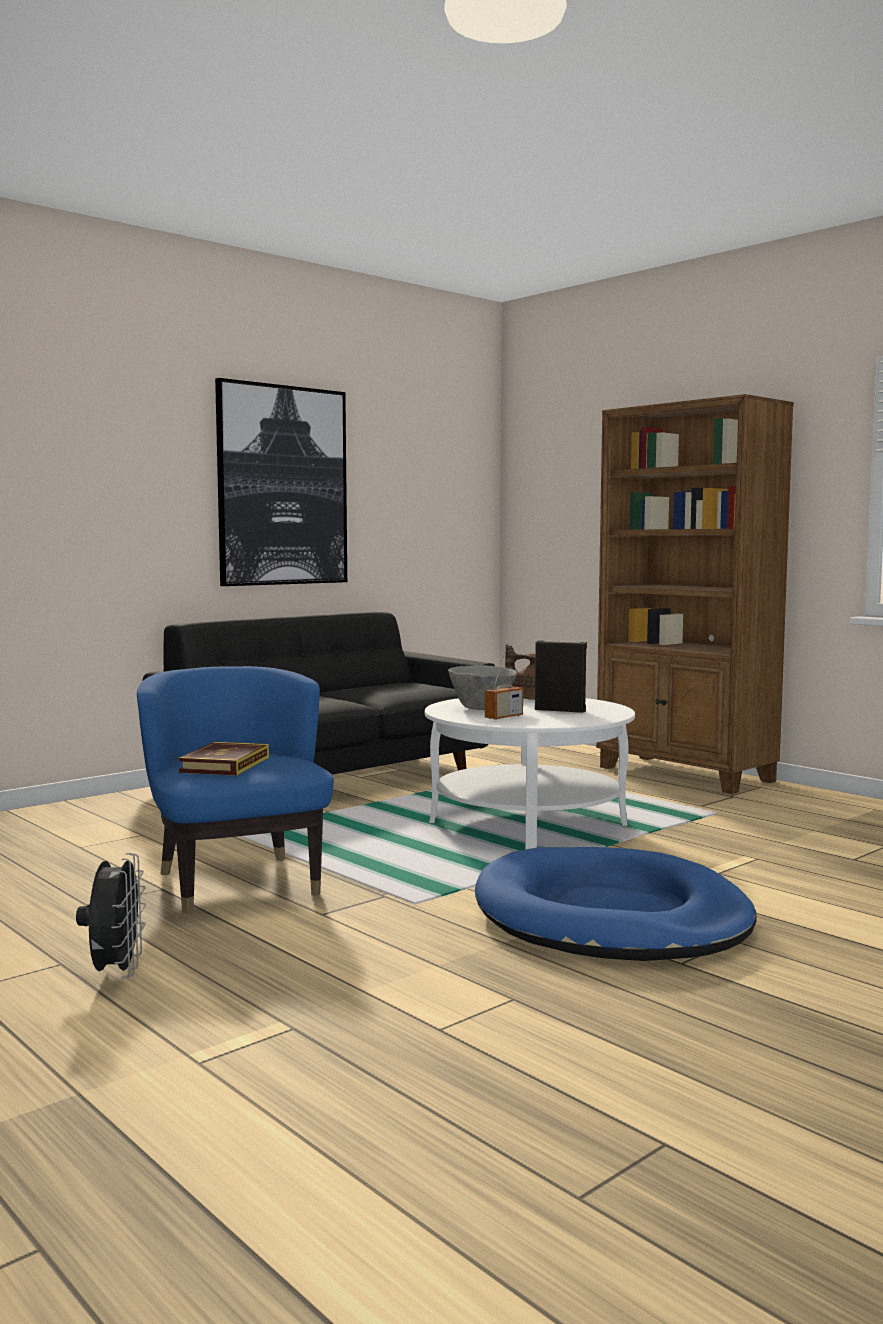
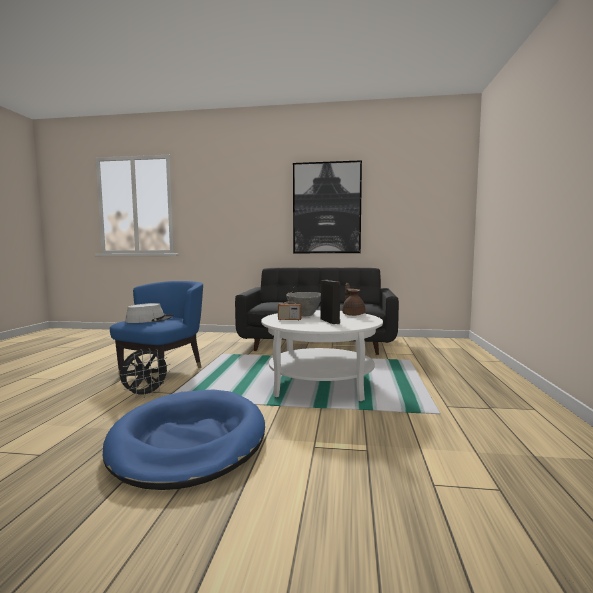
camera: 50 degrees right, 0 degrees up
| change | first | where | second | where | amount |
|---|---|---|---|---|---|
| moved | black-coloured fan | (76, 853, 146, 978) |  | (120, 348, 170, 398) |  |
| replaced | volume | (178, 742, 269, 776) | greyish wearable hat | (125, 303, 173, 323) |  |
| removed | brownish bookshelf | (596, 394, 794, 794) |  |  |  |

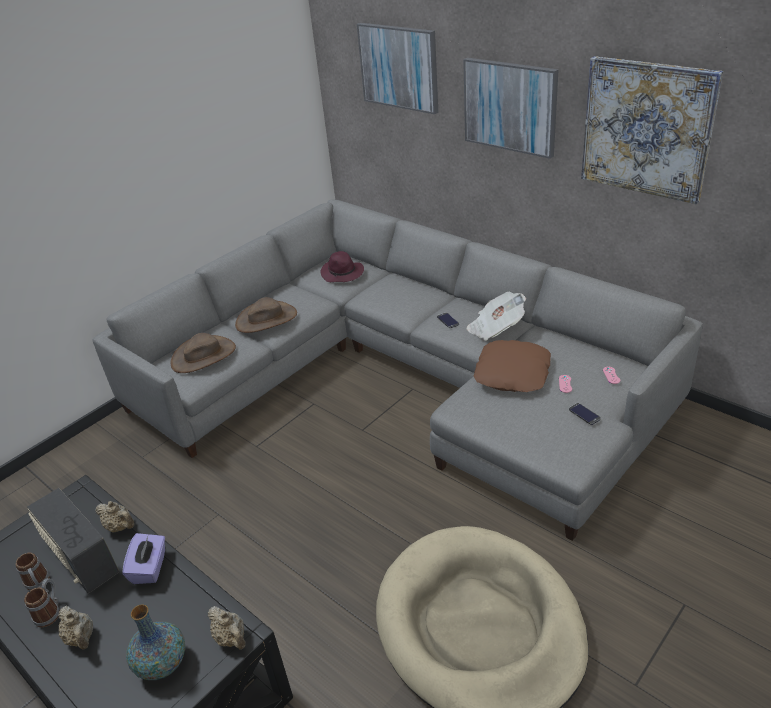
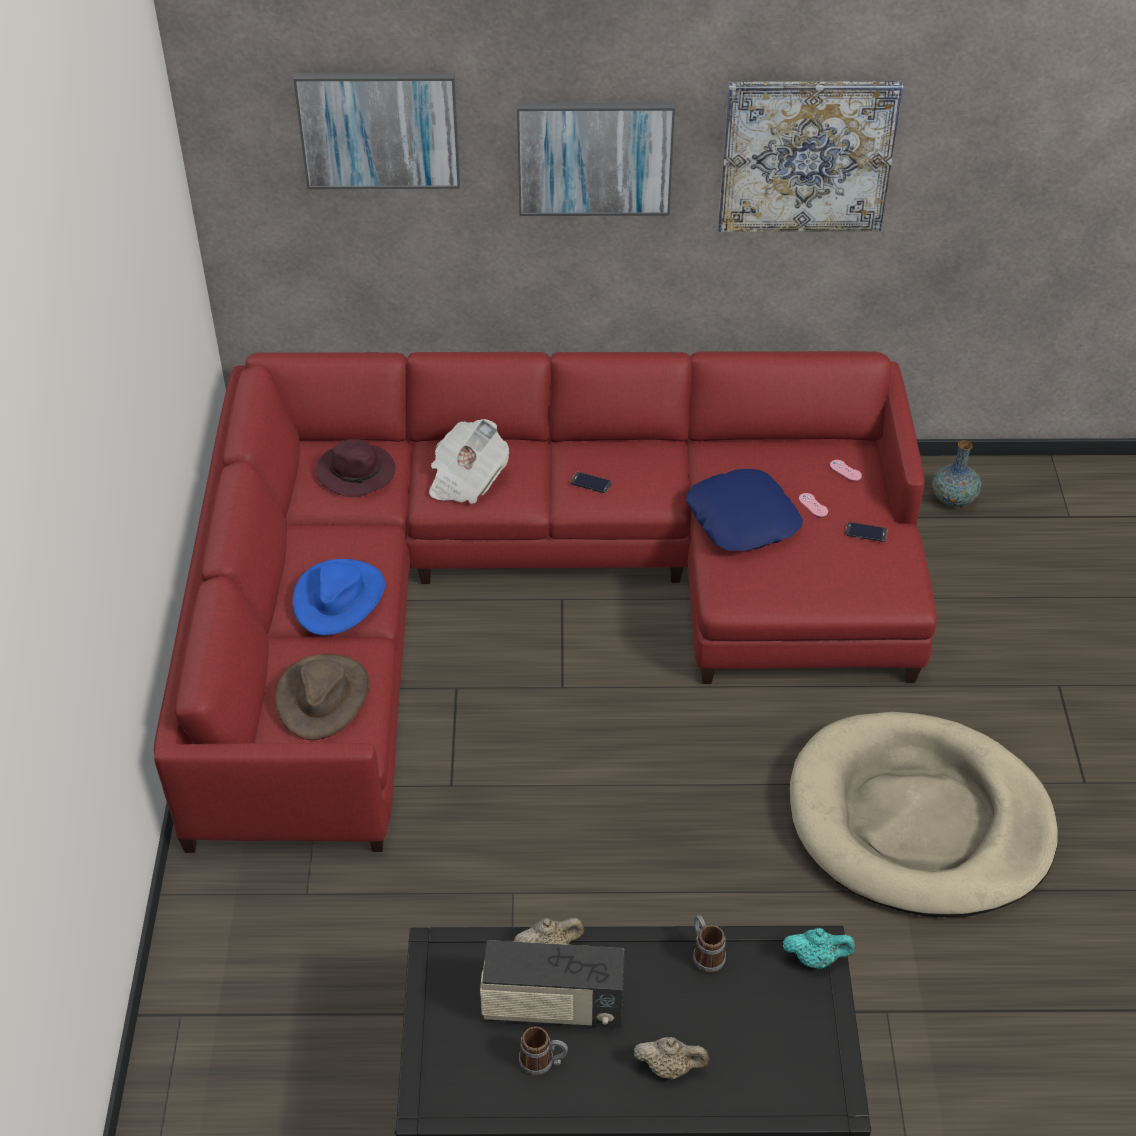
camera: 45 degrees left, 10 degrees up
| change | first | where | second | where | amount |
|---|---|---|---|---|---|
| recoloured | greyish couch | (92, 199, 703, 541) | red-coloured couch | (154, 351, 937, 853) |  |
| recoloured | brownish wearable hat | (235, 297, 297, 333) | blue-coloured wearable hat | (293, 559, 385, 635) |  |
| moved | daily paper | (467, 292, 526, 341) |  | (429, 419, 509, 504) |  |
| recoloured | brownish cushion | (474, 340, 551, 392) | blue-coloured cushion | (686, 469, 803, 551) |  |
| moved | mug | (24, 578, 60, 627) |  | (693, 915, 726, 973) |  |
| recoloured | sand-coloured tea pot | (208, 606, 246, 649) | turquoise tea pot | (783, 928, 856, 969) |  |
| moved | flower vase | (126, 605, 185, 680) |  | (932, 440, 981, 507) |  |
| removed | purplish tissue holder | (122, 533, 165, 584) |  |  |  |

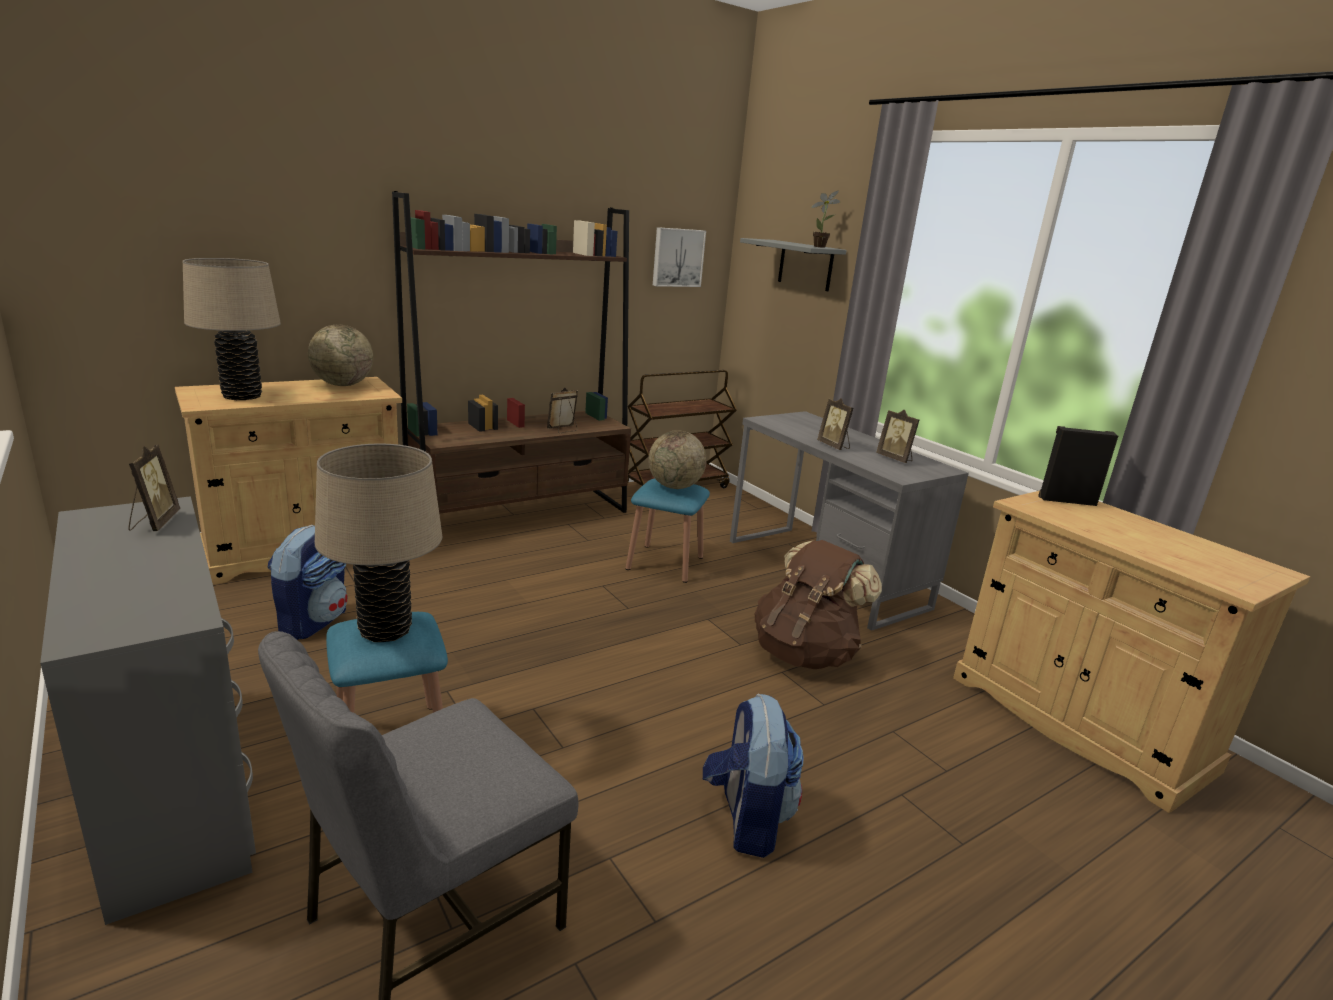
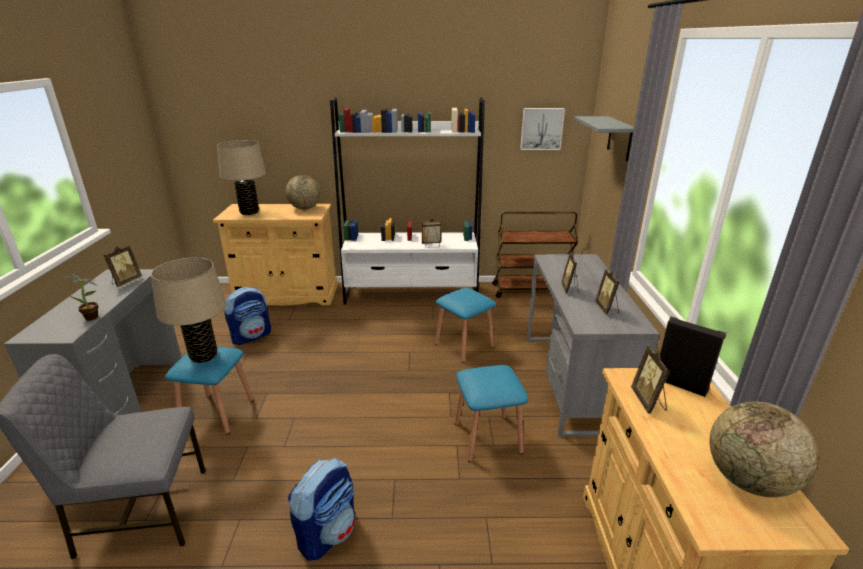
camera: 35 degrees right, 5 degrees up
| change | first | where | second | where | amount |
|---|---|---|---|---|---|
| moved | plant in a pot | (811, 191, 840, 248) |  | (63, 275, 99, 321) |  |
| recoloured | brownish bookshelf | (392, 191, 631, 514) | whitish bookshelf | (330, 97, 485, 304) |  |
| replaced | brownish backpack | (755, 540, 882, 669) | blue-coloured sitting stool | (455, 365, 528, 462) |  |
| added |  |  | photo frame | (631, 345, 670, 413) |  |
| moved | world globe | (648, 430, 707, 489) |  | (709, 401, 818, 497) |  |

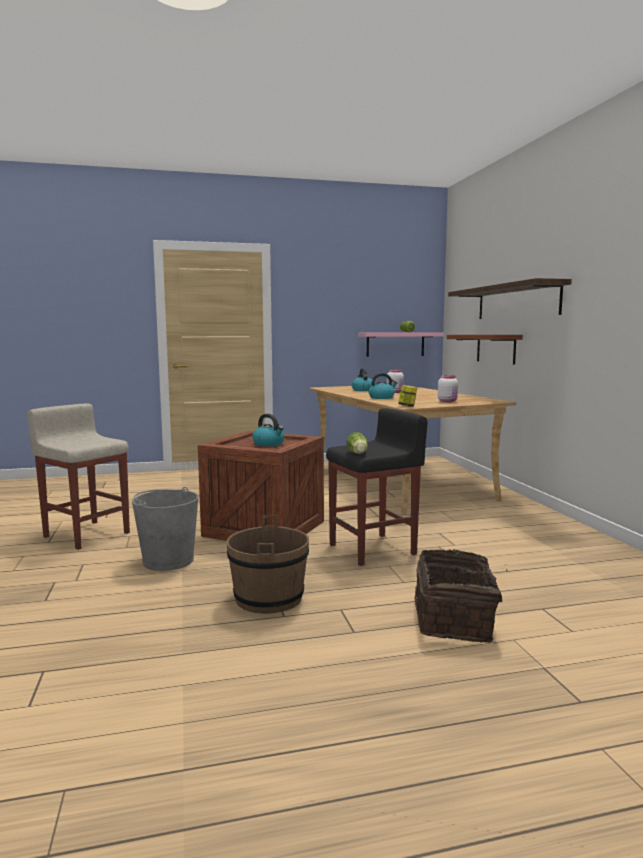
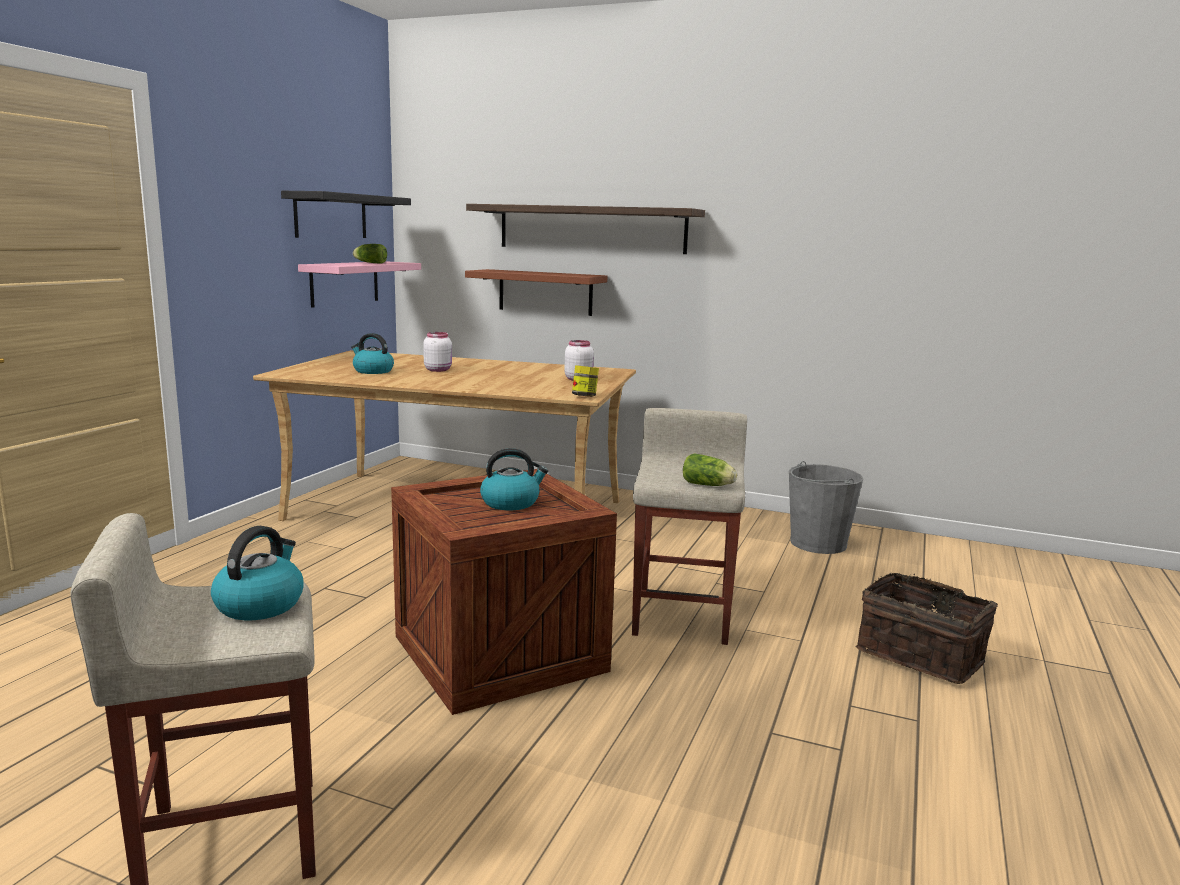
camera: 55 degrees left, 5 degrees up
| change | first | where | second | where | amount |
|---|---|---|---|---|---|
| moved | kettle | (369, 373, 397, 399) |  | (211, 526, 304, 620) |  |
| added |  |  | black-coloured shelf | (281, 191, 411, 238) |  |
| recoloured | black-coloured sitting stool | (326, 408, 427, 566) | sand-coloured sitting stool | (632, 408, 747, 645) |  |
| moved | greyish bucket | (132, 487, 198, 571) |  | (789, 461, 863, 554) |  |
| removed | brownish bucket | (226, 516, 309, 614) |  |  |  |

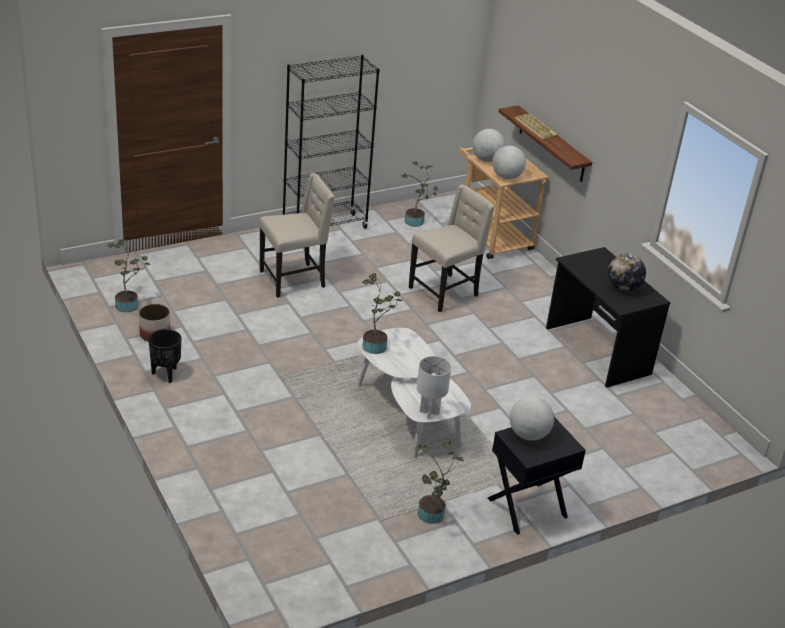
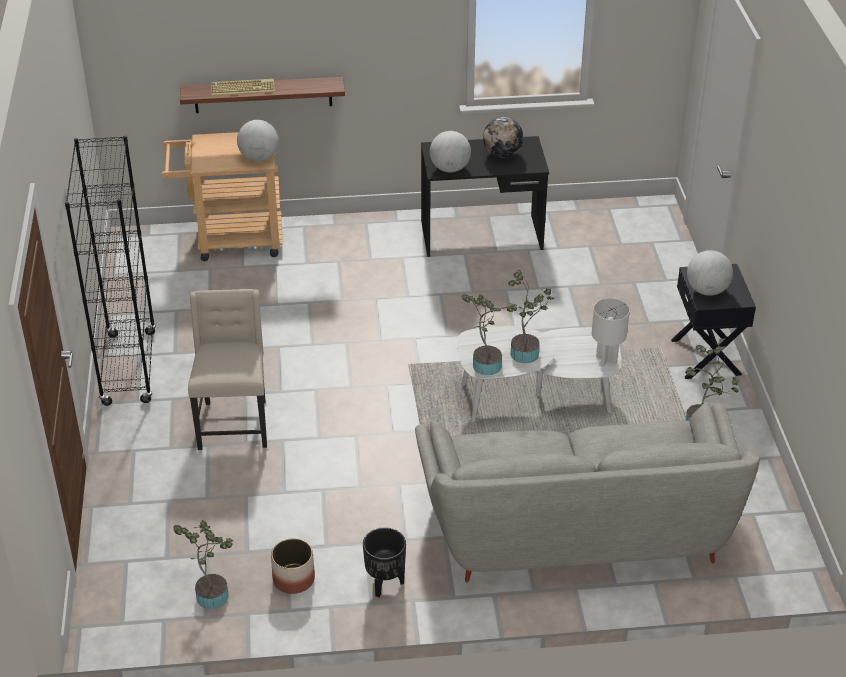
camera: 65 degrees left, 5 degrees up
| change | first | where | second | where | amount |
|---|---|---|---|---|---|
| added |  |  | greyish couch | (415, 402, 760, 582) |  |
| moved | world globe | (473, 129, 505, 162) |  | (430, 131, 471, 172) |  |
| moved | plant in a pot | (402, 162, 438, 227) |  | (508, 270, 555, 363) |  |
| removed | sand-coloured upright chair | (409, 185, 495, 312) |  |  |  |

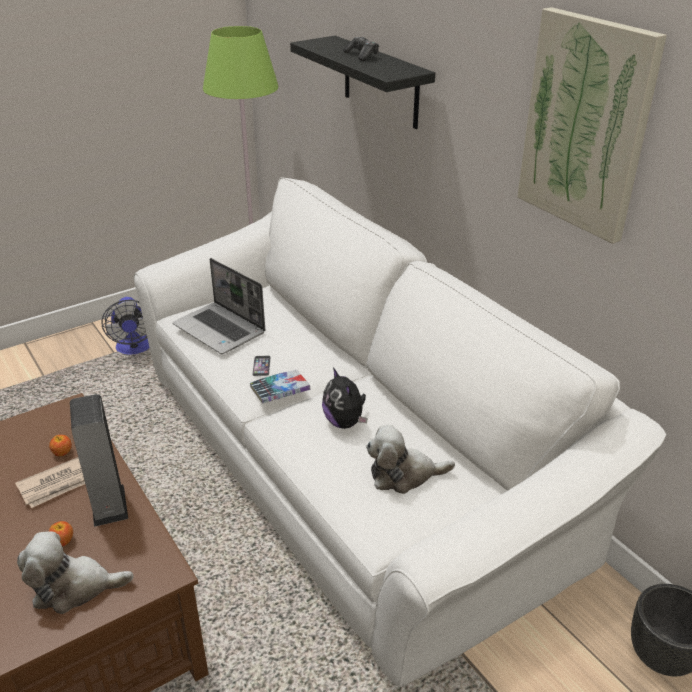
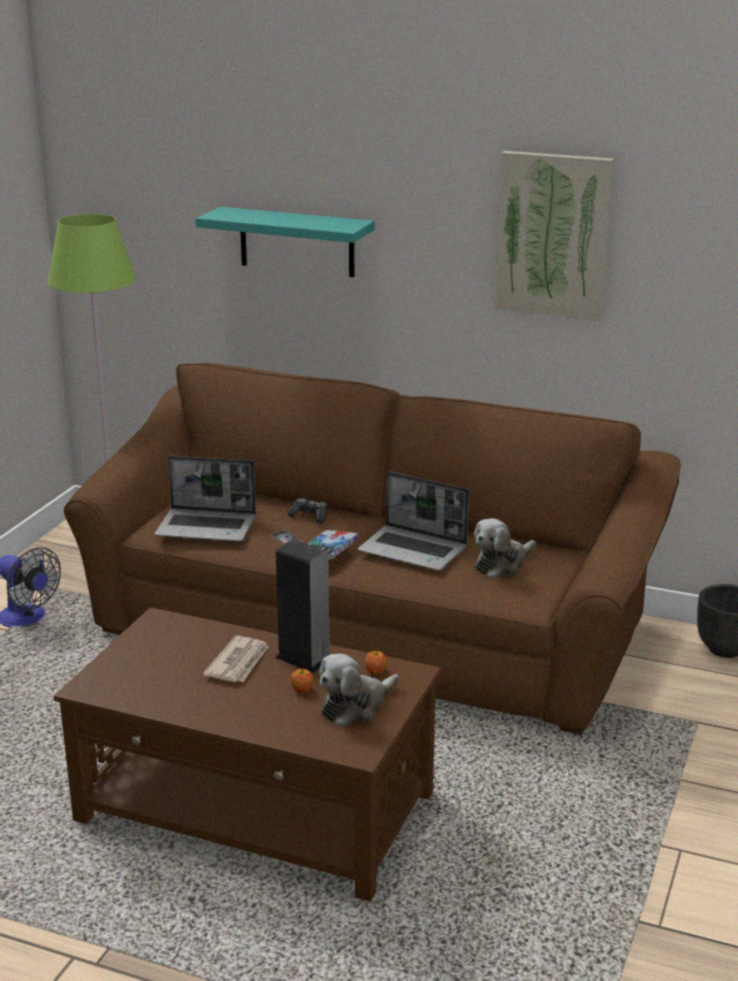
camera: 35 degrees left, 10 degrees down
| change | first | where | second | where | amount |
|---|---|---|---|---|---|
| recoloured | whitish couch | (134, 177, 666, 688) | brownish couch | (64, 362, 681, 735) |  |
| recoloured | black-coloured shelf | (290, 36, 435, 129) | turquoise shelf | (196, 207, 375, 277) |  |
| moved | joypad | (343, 37, 379, 61) |  | (287, 498, 327, 523) |  |
| replaced | plush toy | (322, 367, 368, 429) | notebook computer | (358, 471, 469, 571) |  |
| moved | apple fruit | (49, 435, 72, 456) |  | (365, 651, 387, 675) |  |

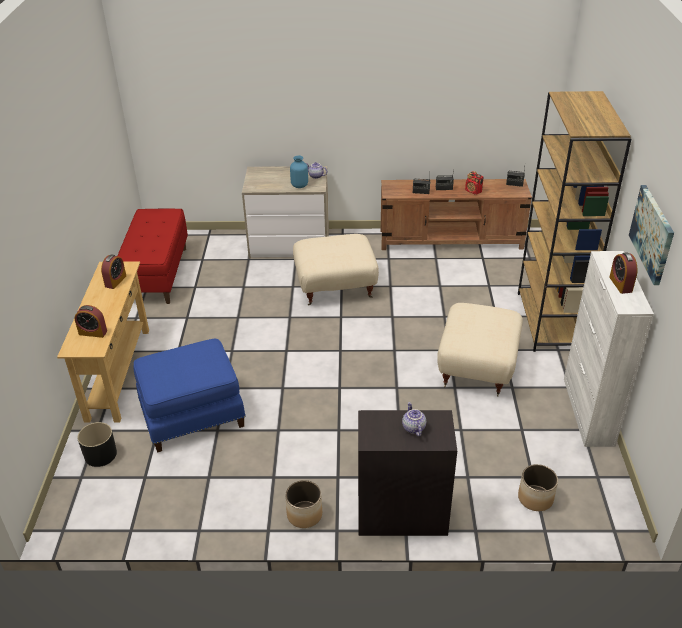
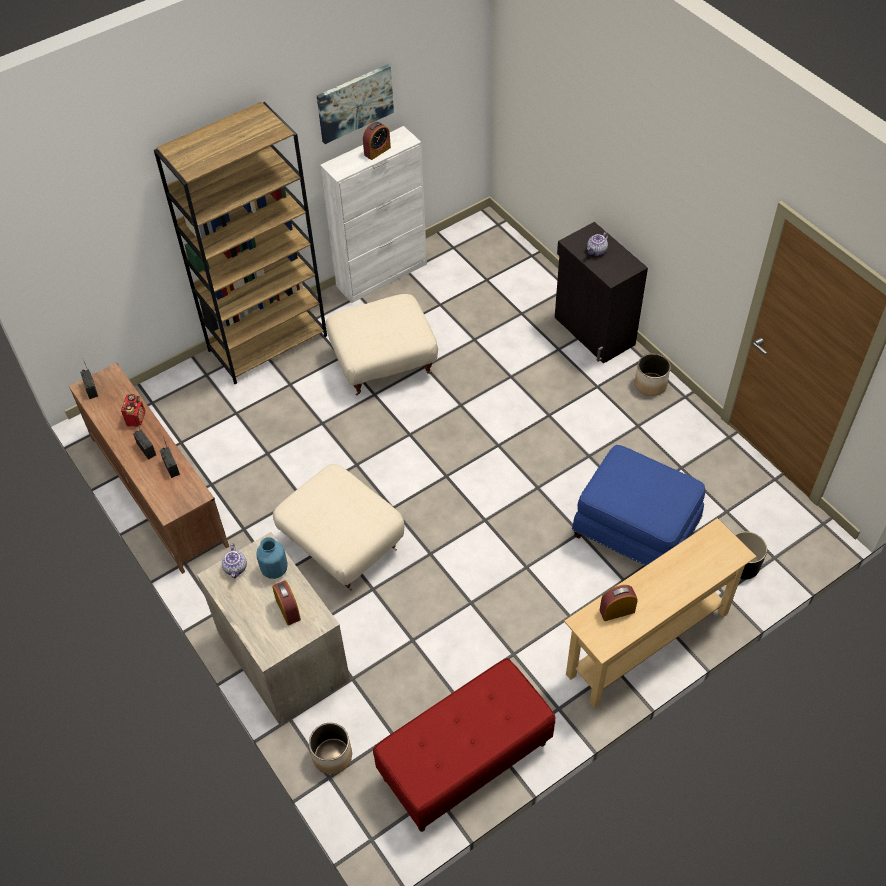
camera: 125 degrees left, 15 degrees up
| change | first | where | second | where | amount |
|---|---|---|---|---|---|
| moved | table clock | (74, 305, 107, 338) |  | (272, 580, 301, 625) |  |
| moved | flower pot | (518, 464, 558, 511) |  | (309, 723, 352, 774) |  |

